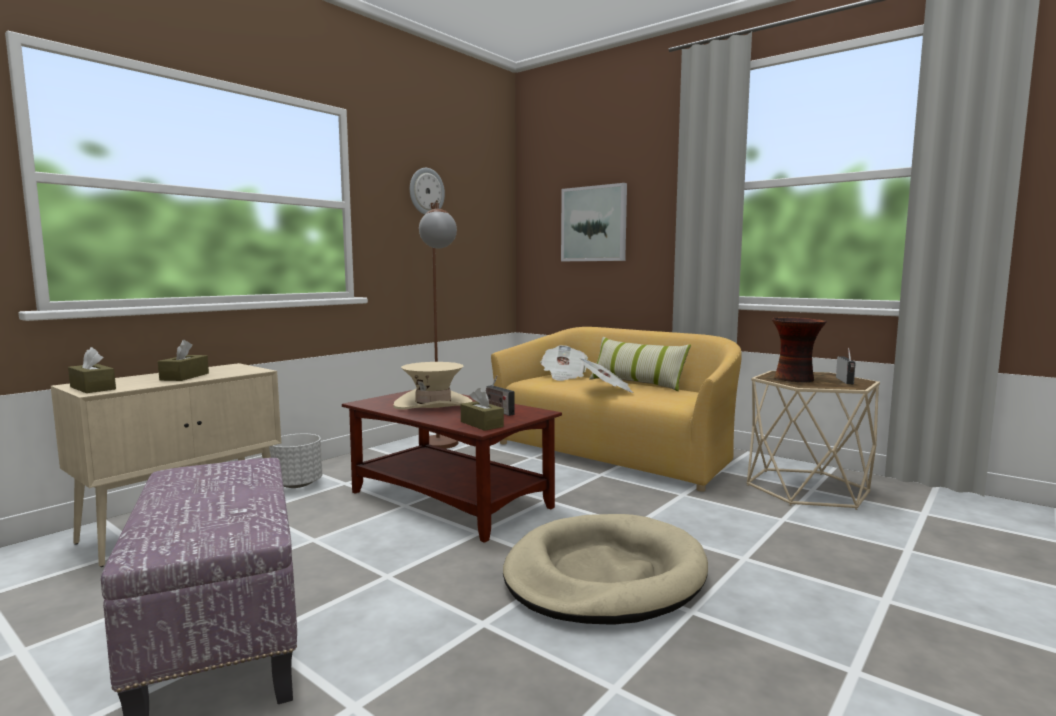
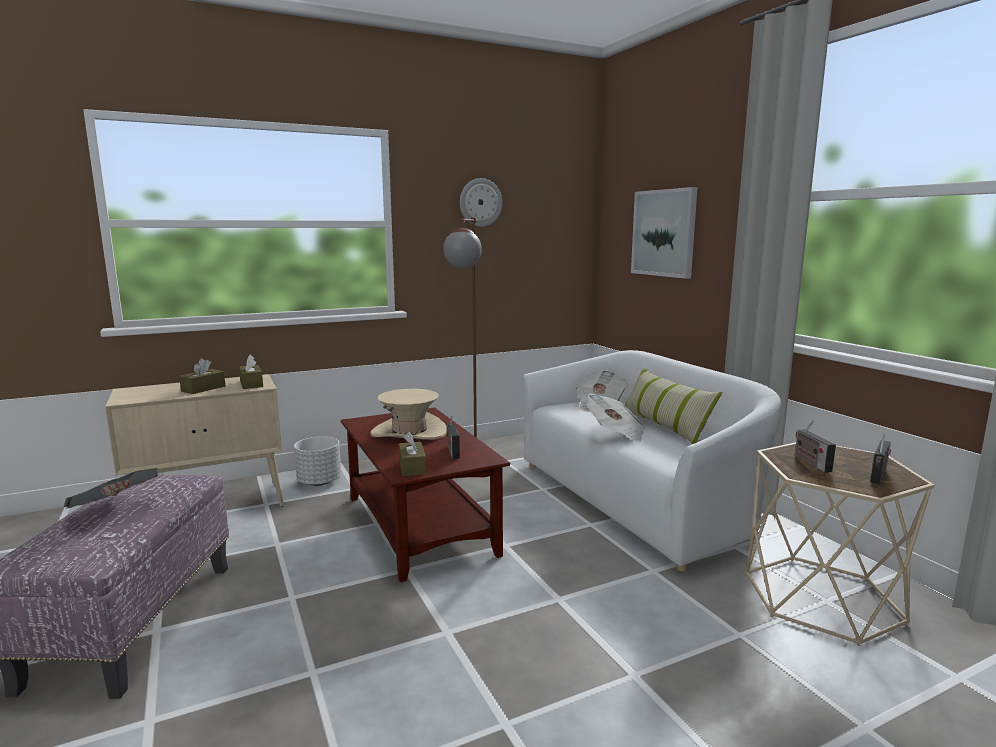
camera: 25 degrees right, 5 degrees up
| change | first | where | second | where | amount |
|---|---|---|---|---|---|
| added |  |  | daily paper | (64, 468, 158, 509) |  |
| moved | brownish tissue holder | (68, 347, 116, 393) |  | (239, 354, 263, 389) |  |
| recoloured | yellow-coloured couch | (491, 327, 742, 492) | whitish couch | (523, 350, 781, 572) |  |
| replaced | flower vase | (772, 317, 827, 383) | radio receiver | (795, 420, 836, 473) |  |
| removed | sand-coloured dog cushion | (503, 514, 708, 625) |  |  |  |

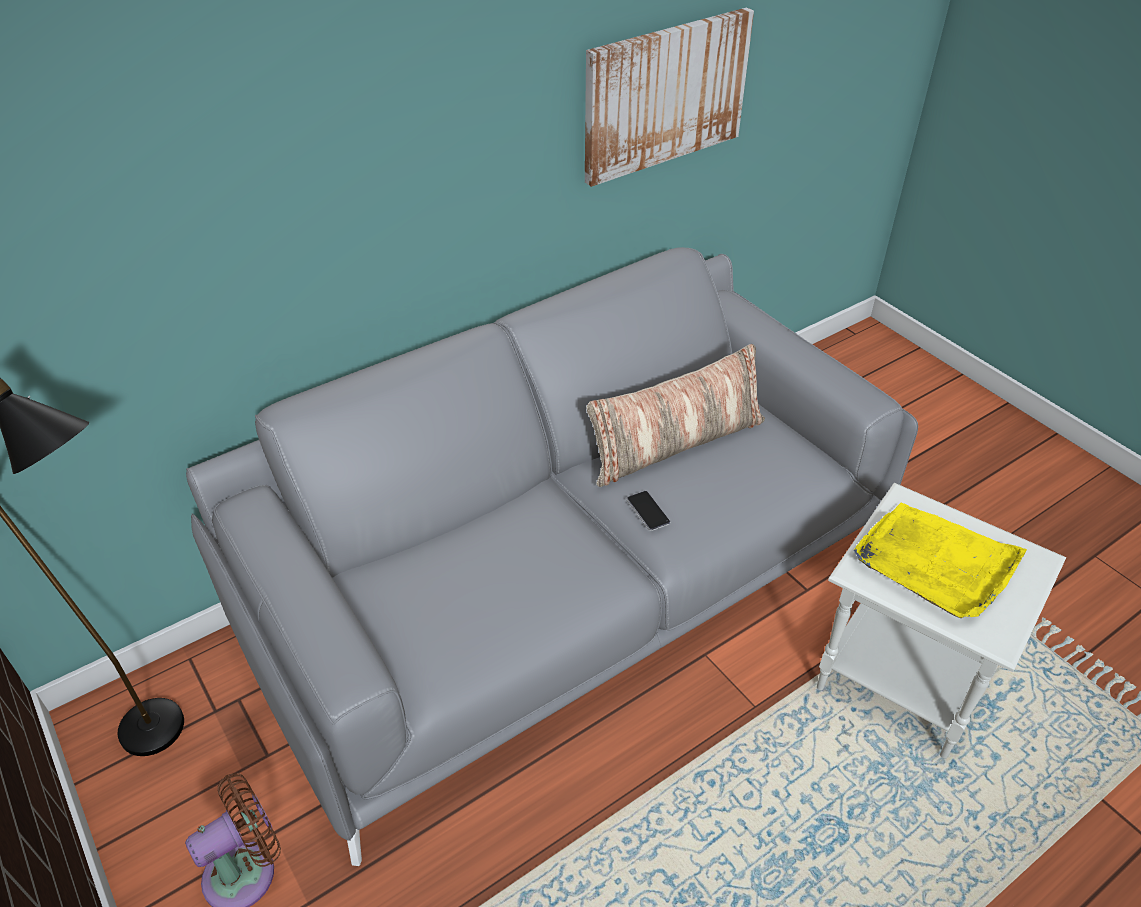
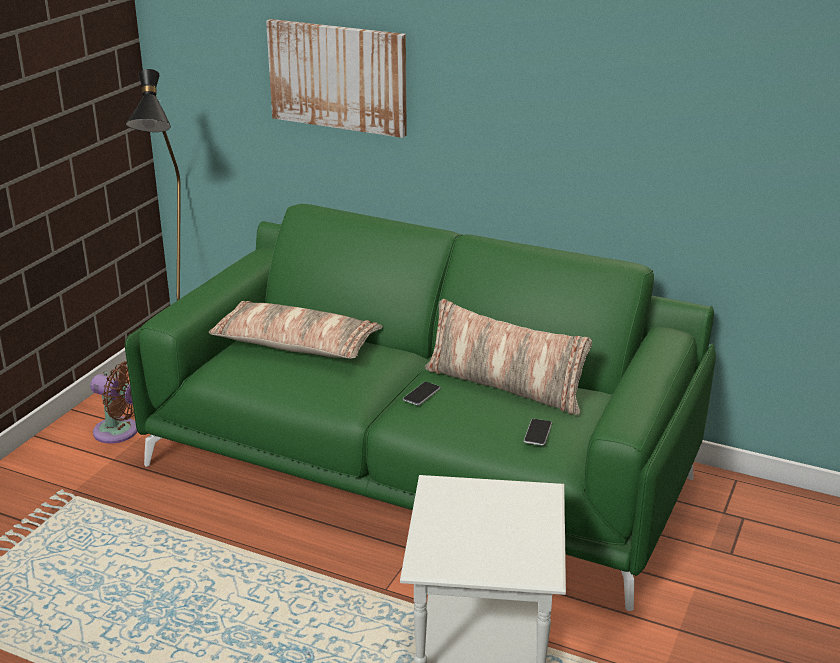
camera: 60 degrees right, 15 degrees down
| change | first | where | second | where | amount |
|---|---|---|---|---|---|
| recoloured | greyish couch | (186, 247, 918, 866) | green couch | (125, 204, 716, 611) |  |
| added |  |  | cushion | (209, 301, 383, 359) |  |
| moved | picture | (585, 8, 754, 187) |  | (266, 19, 407, 138) |  |
| added |  |  | telephone | (524, 419, 552, 446) |  |
| removed | yellow-coloured serving tray | (854, 503, 1027, 618) |  |  |  |

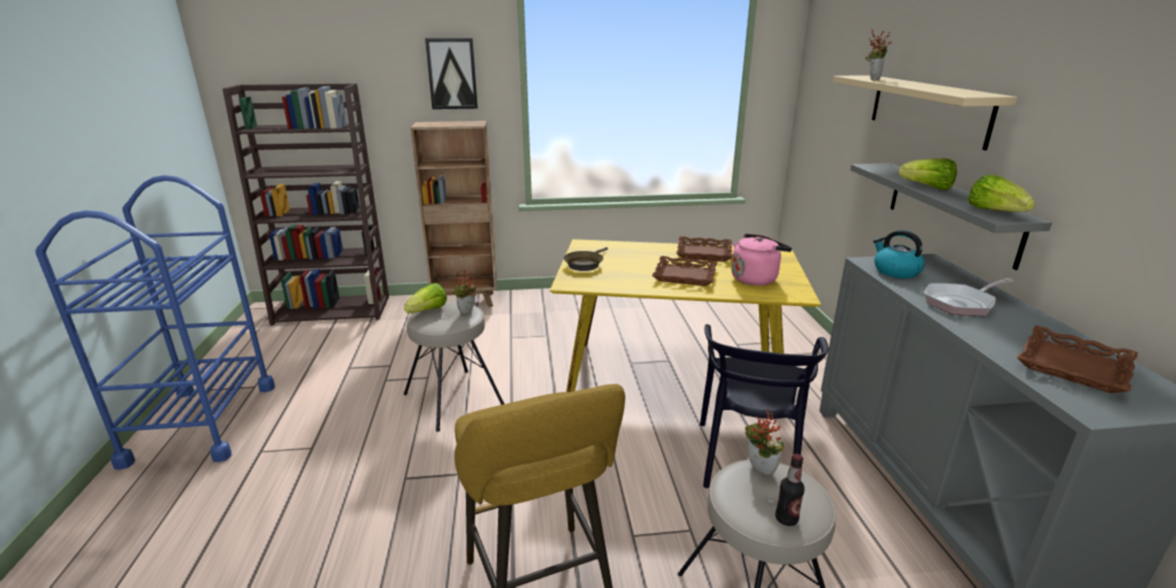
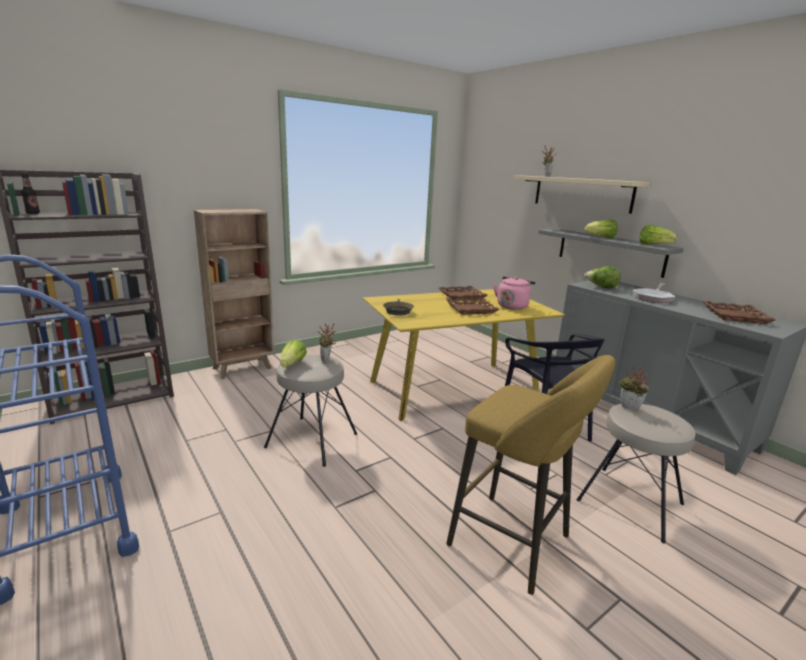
camera: 30 degrees left, 5 degrees down
| change | first | where | second | where | amount |
|---|---|---|---|---|---|
| moved | beverage bottle | (775, 454, 805, 526) |  | (21, 173, 40, 214) |  |
| replaced | kettle | (873, 230, 925, 278) | head of lettuce | (584, 266, 621, 289) |  |
| removed | picture | (425, 38, 478, 109) |  |  |  |

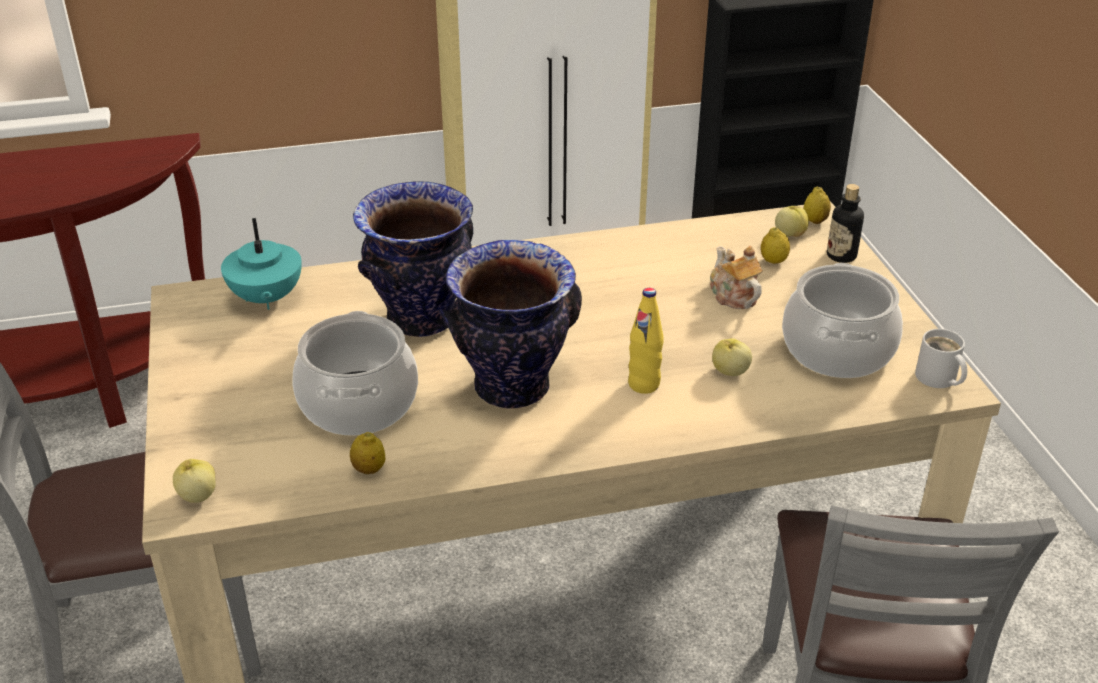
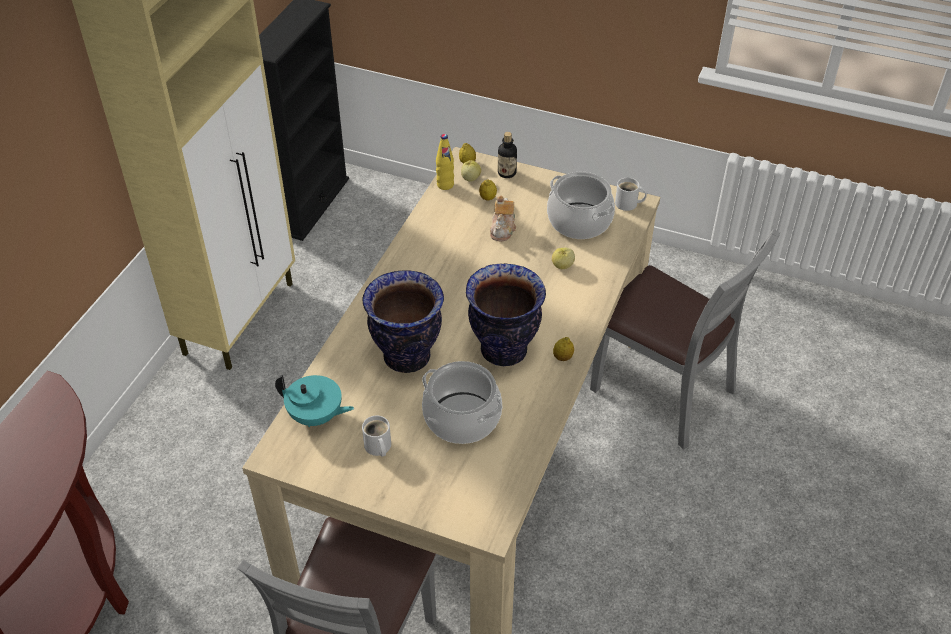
camera: 55 degrees left, 10 degrees up
| change | first | where | second | where | amount |
|---|---|---|---|---|---|
| added |  |  | whitish mug | (362, 415, 391, 457) |  |
| moved | yellow-coloured beverage bottle | (628, 288, 664, 394) |  | (436, 134, 454, 190) |  |
| turned | tea pot | (710, 246, 763, 309) |  | (490, 196, 516, 242) | 90 degrees counterclockwise |
| moved | citrus fruit | (350, 432, 385, 474) |  | (553, 337, 574, 361) |  |
| removed | apple fruit | (173, 459, 216, 503) |  |  |  |

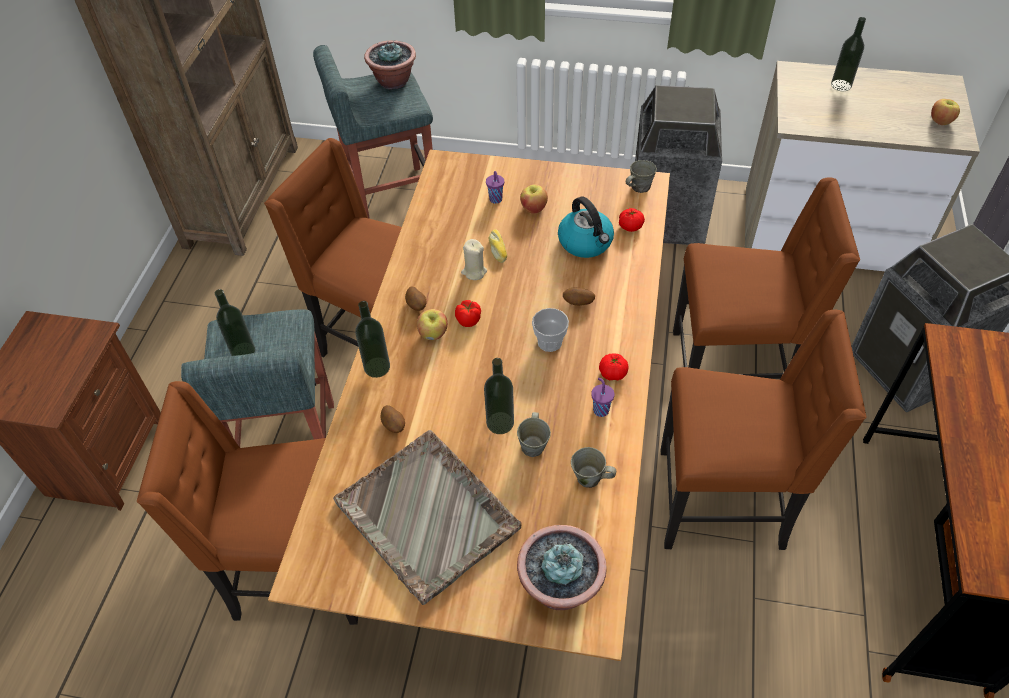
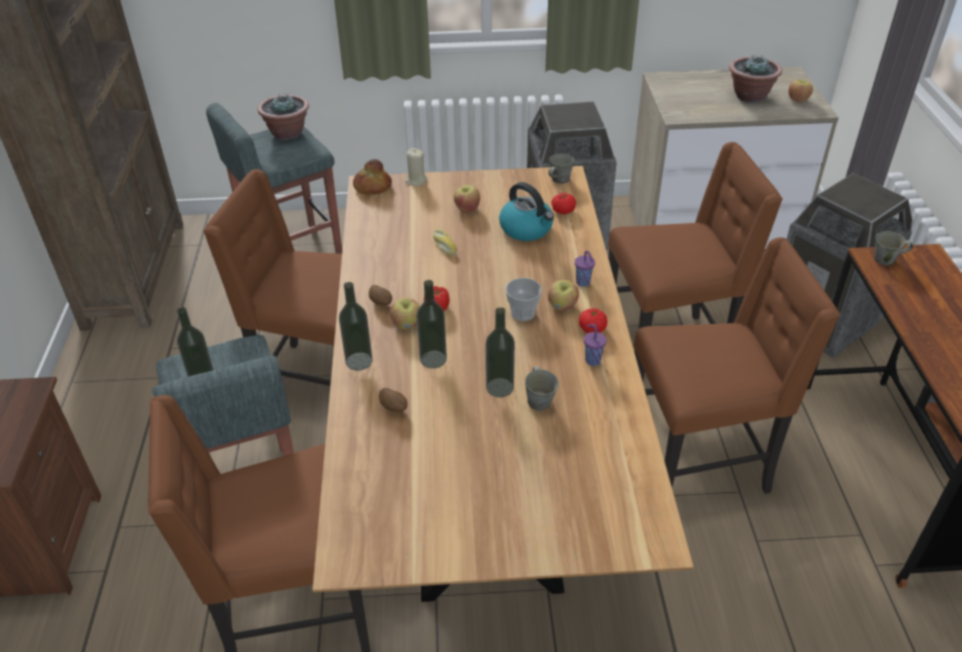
camera: 15 degrees left, 10 degrees down
| change | first | where | second | where | amount |
|---|---|---|---|---|---|
| added |  |  | bread | (353, 159, 392, 195) |  |
| moved | sand-coloured wax candle | (461, 239, 487, 280) |  | (405, 148, 428, 186) |  |
| moved | beverage bottle | (831, 17, 866, 91) |  | (416, 280, 447, 369) |  |
| added |  |  | apple fruit | (548, 280, 579, 311) |  |
| moved | purplish small cup | (486, 171, 504, 204) |  | (575, 250, 595, 287) |  |
| moved | plant in a pot | (517, 525, 606, 610) |  | (729, 55, 782, 103) |  |
| moved | greyish mug | (571, 447, 616, 488) |  | (874, 231, 913, 266) |  |
| removed | greyish serving tray | (333, 430, 522, 605) |  |  |  |
| removed | potato | (563, 287, 595, 306) |  |  |  |

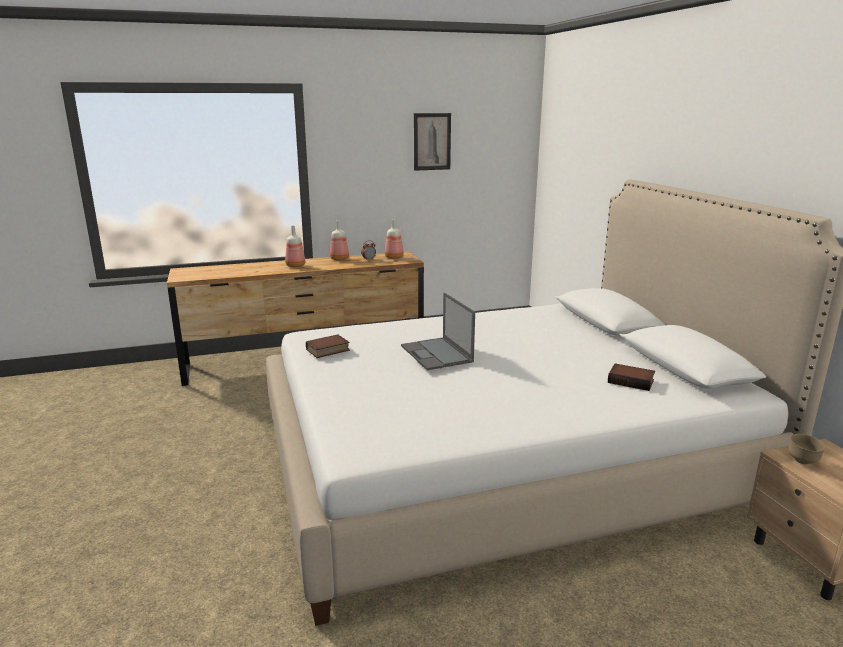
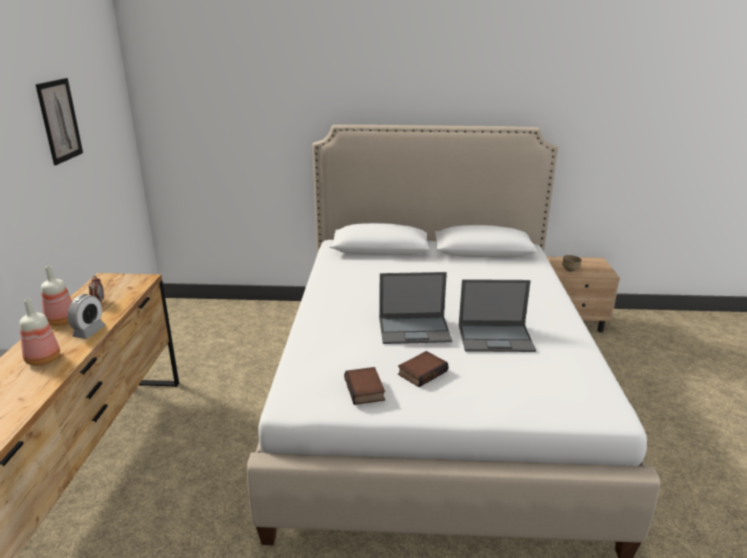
camera: 70 degrees left, 5 degrees up
| change | first | where | second | where | amount |
|---|---|---|---|---|---|
| added |  |  | table clock | (68, 294, 106, 339) |  |
| moved | volume | (608, 364, 655, 391) |  | (398, 351, 448, 387) |  |
| added |  |  | notebook computer | (459, 279, 536, 352) |  |
| removed | beverage bottle | (385, 219, 404, 259) |  |  |  |

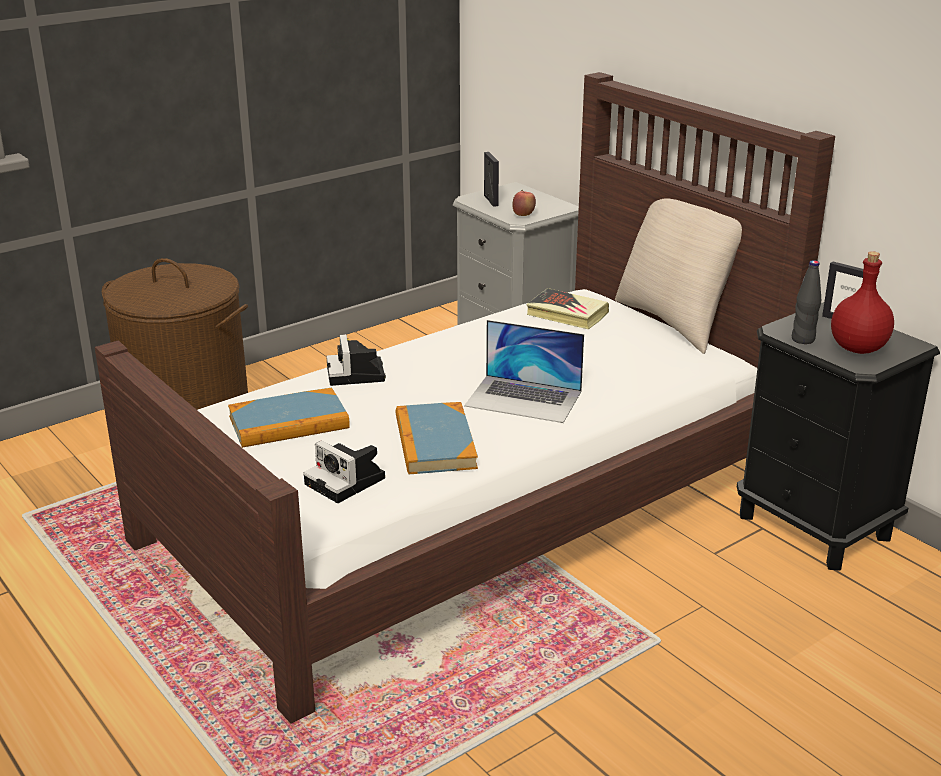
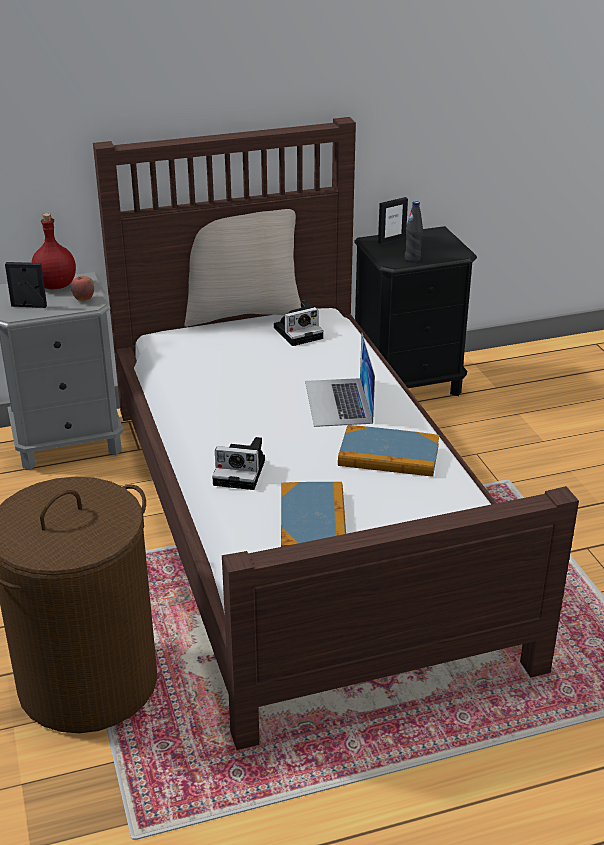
camera: 70 degrees left, 5 degrees up
| change | first | where | second | where | amount |
|---|---|---|---|---|---|
| moved | red-coloured beverage bottle | (831, 251, 894, 354) |  | (31, 213, 76, 289) |  |
| moved | photo camera | (303, 441, 385, 503) |  | (274, 300, 324, 346) |  |
| turned | notebook computer | (464, 320, 584, 423) |  | (305, 332, 375, 427) | 135 degrees clockwise |
| removed | volume | (526, 288, 609, 329) |  |  |  |

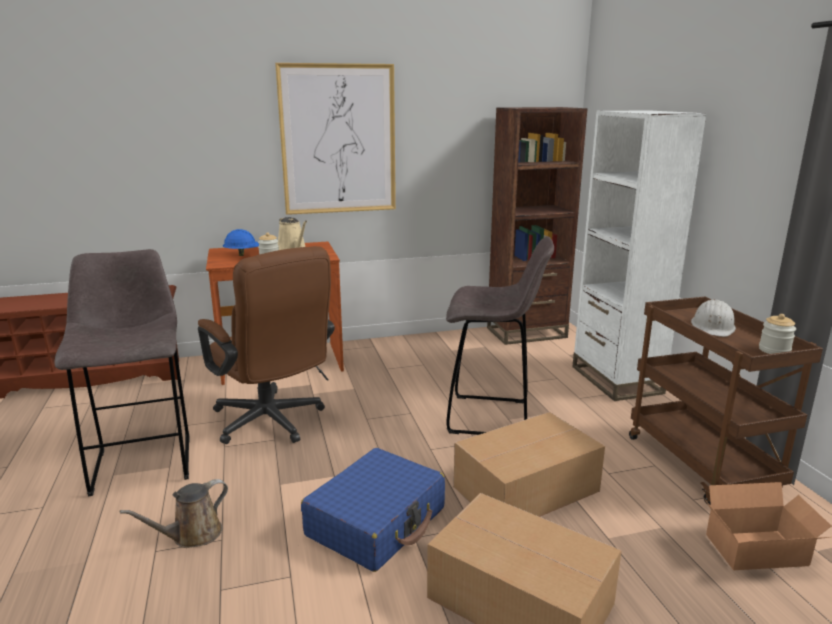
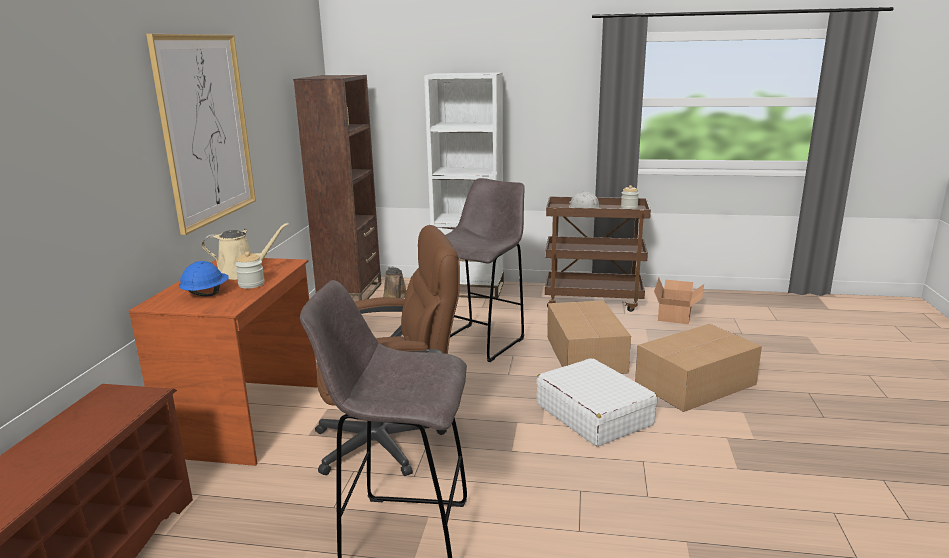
camera: 65 degrees left, 0 degrees up
| change | first | where | second | where | amount |
|---|---|---|---|---|---|
| moved | brownish watering pot | (120, 479, 228, 548) |  | (383, 266, 407, 299) |  |
| recoloured | blue-coloured suitcase | (301, 448, 445, 572) | whitish suitcase | (536, 358, 658, 446) |  |

